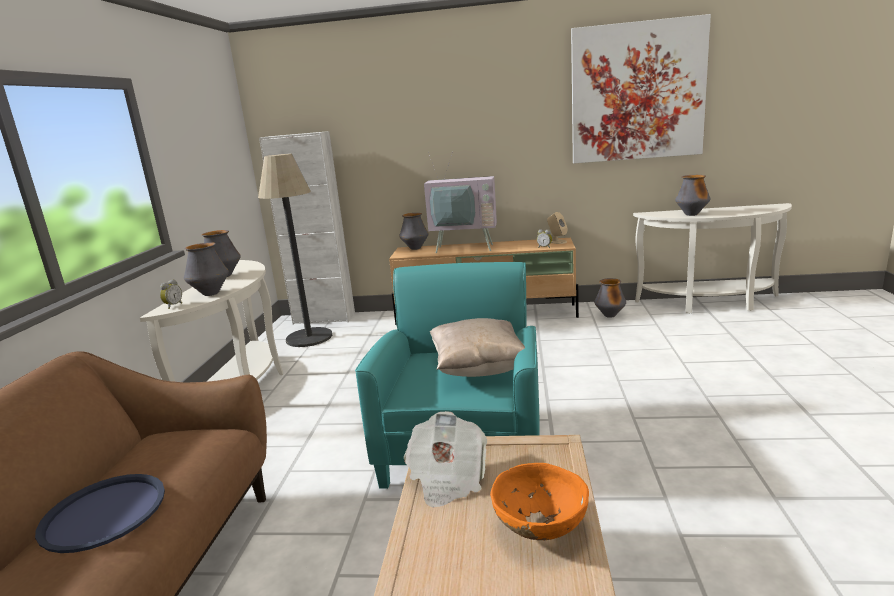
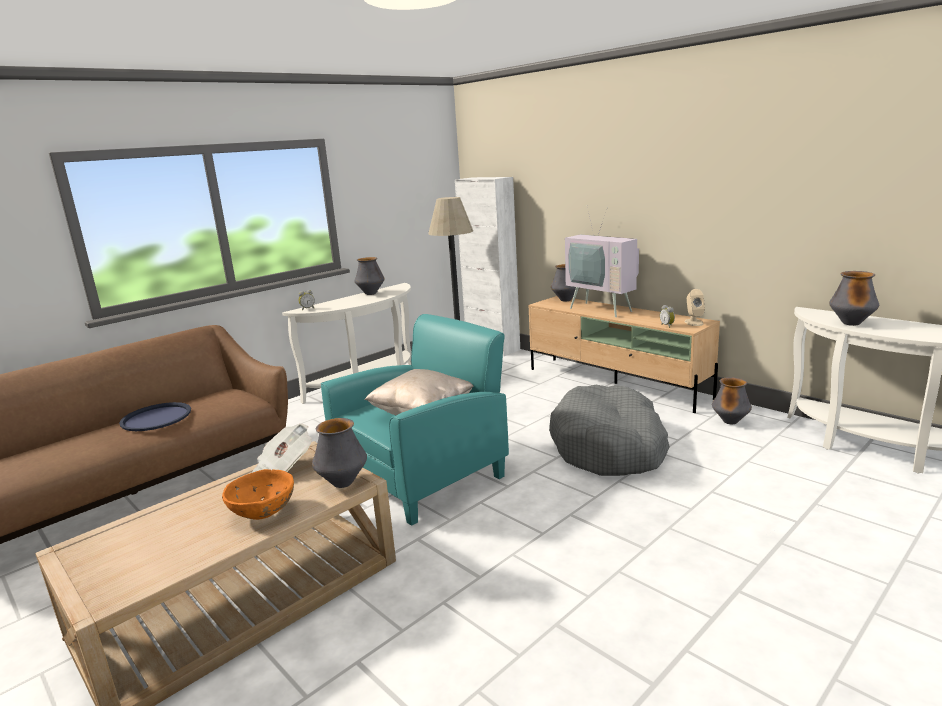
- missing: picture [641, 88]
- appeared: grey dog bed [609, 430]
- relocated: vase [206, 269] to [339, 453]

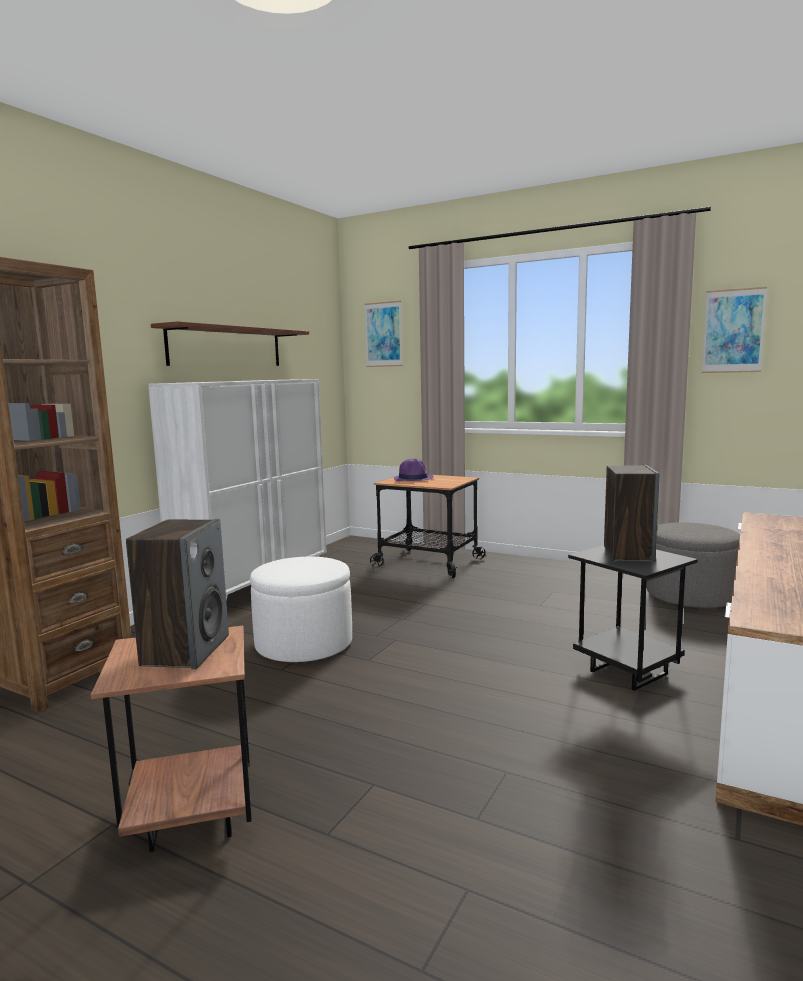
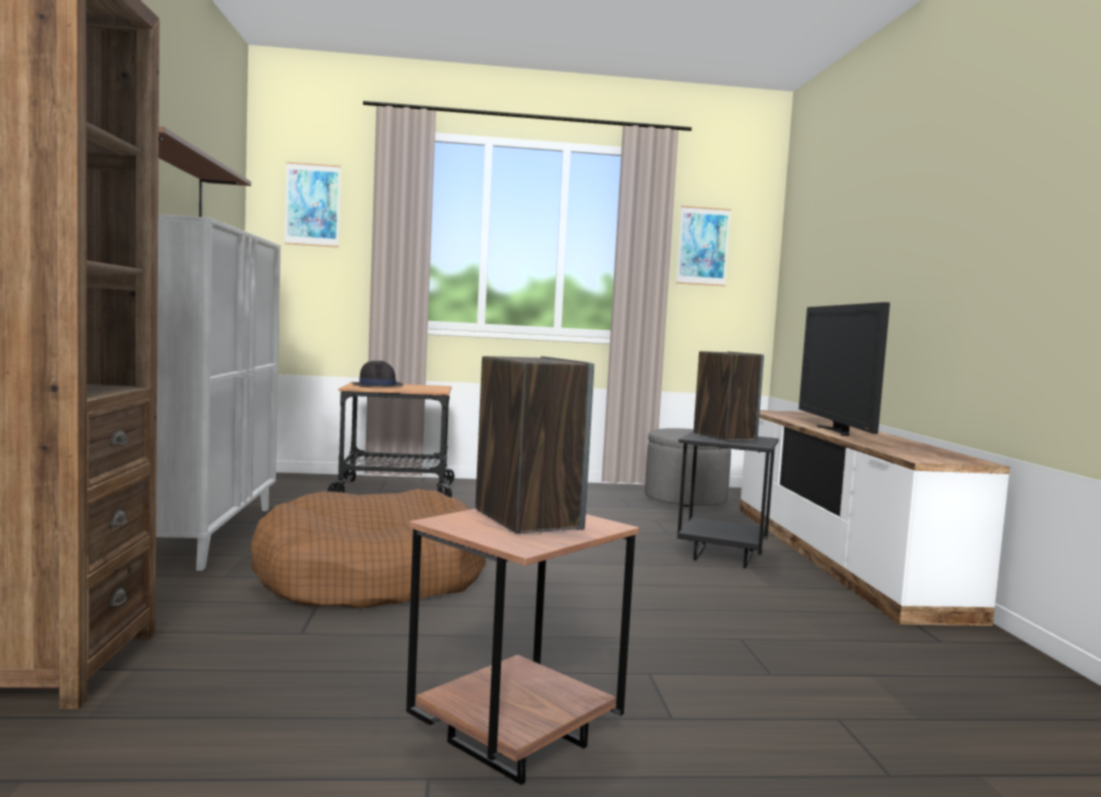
- appeared: television [844, 369]
- exchanged: white ottoman [301, 610] to brown dog bed [368, 548]
- colour: purple hat [413, 470] to black hat [377, 374]

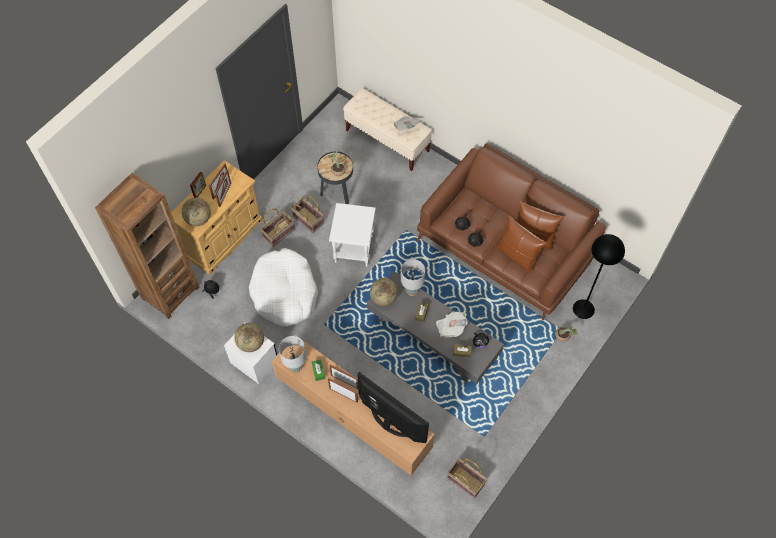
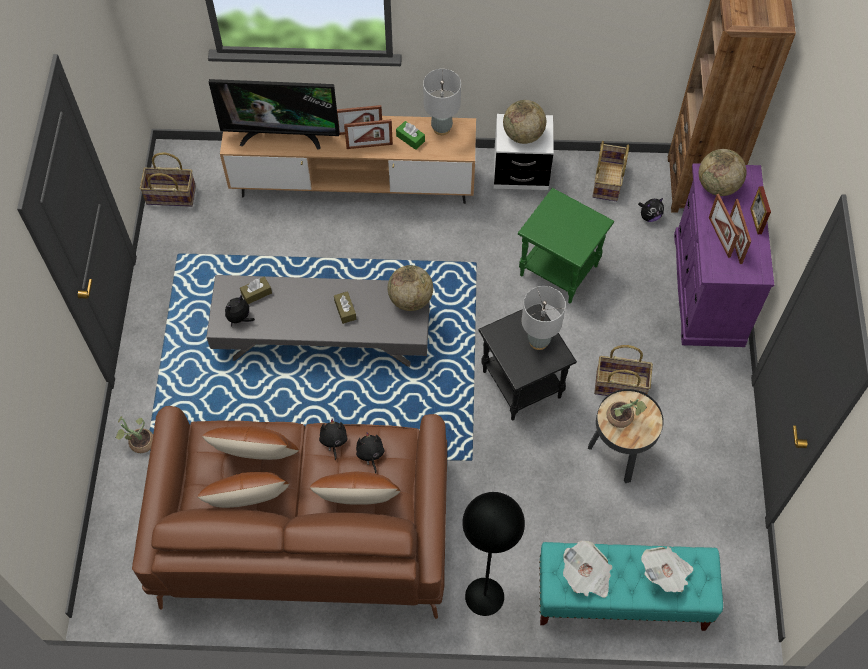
- appeared: brown pillow [355, 488]
- relocated: basket [277, 227] to [610, 171]
- relocated: grey table lamp [413, 277] to [544, 318]
- relocated: newspaper [452, 324] to [667, 569]
- relocated: black floor lamp [599, 276] to [493, 554]
- exchanged: white dog bed [283, 287] to green side table [566, 246]
- colour: beige cabinet [216, 217] to purple cabinet [724, 255]
- colour: white side table [352, 235] to black side table [527, 362]
- colour: beige bench [387, 129] to turquoise bench [631, 586]

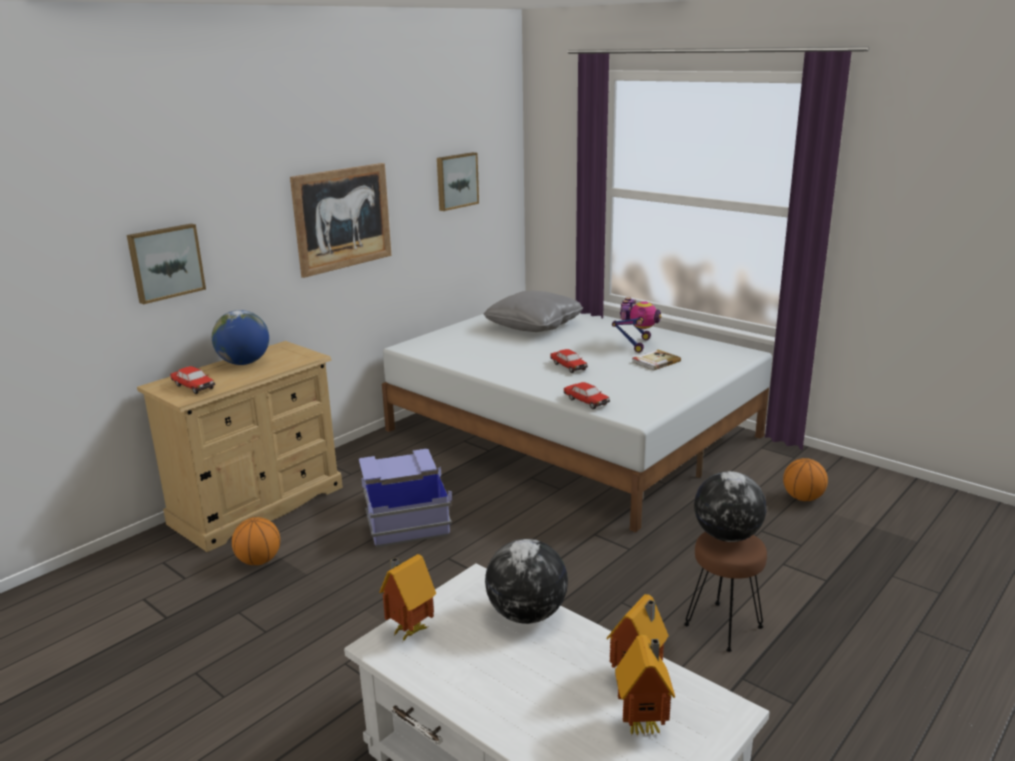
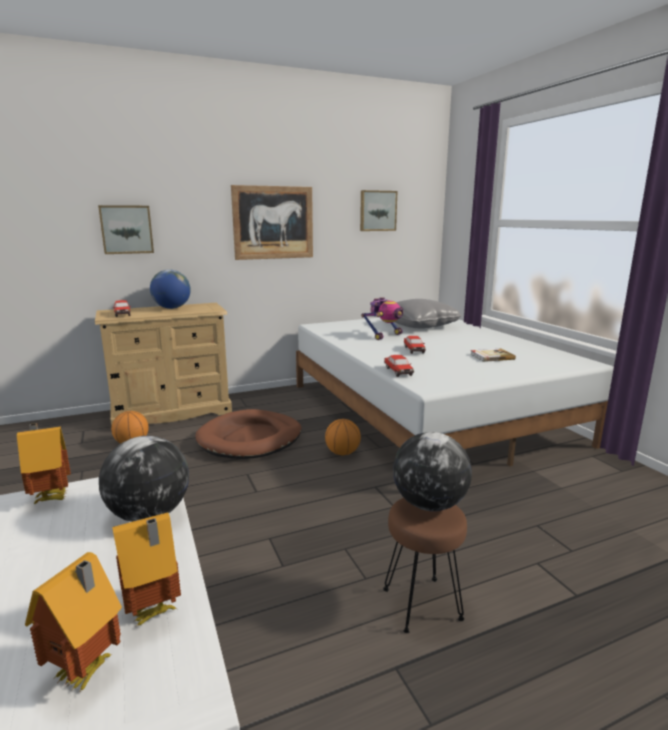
- relocated: toy robot [637, 325] to [382, 318]
- relocated: basketball [805, 479] to [343, 437]
- exchanged: blue storage box [405, 498] to brown dog bed [248, 434]

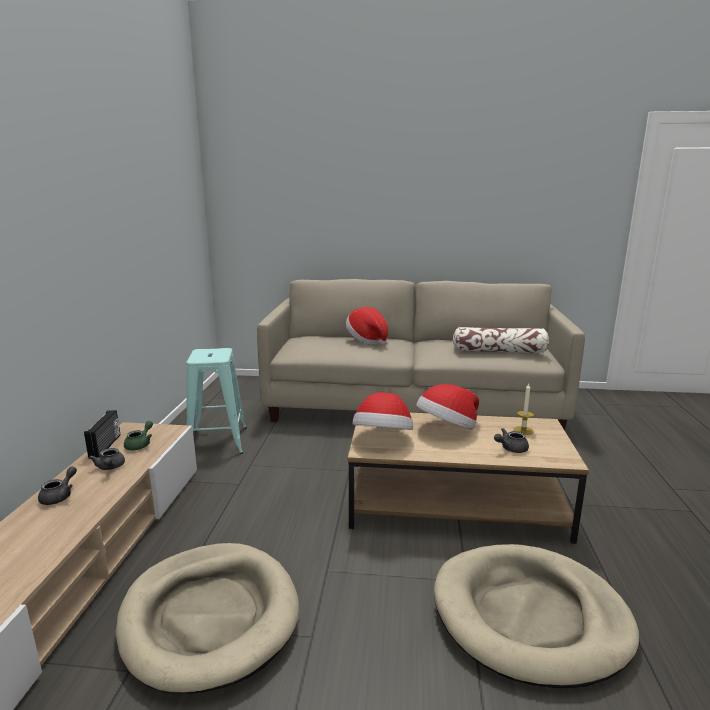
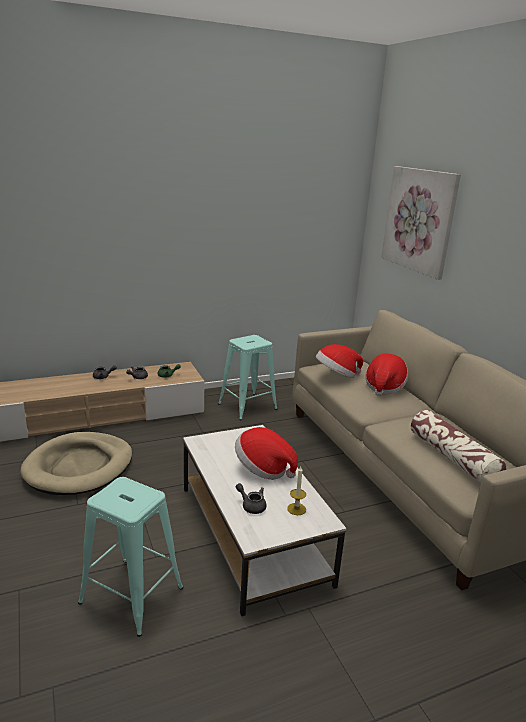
- missing: radio [102, 434]
- appeared: picture [421, 223]
- relocated: hat [382, 411] to [339, 361]
- exchanged: beige dog bed [536, 616] to turquoise stool [130, 557]
- colour: brown coffee table [468, 478] to white coffee table [265, 520]

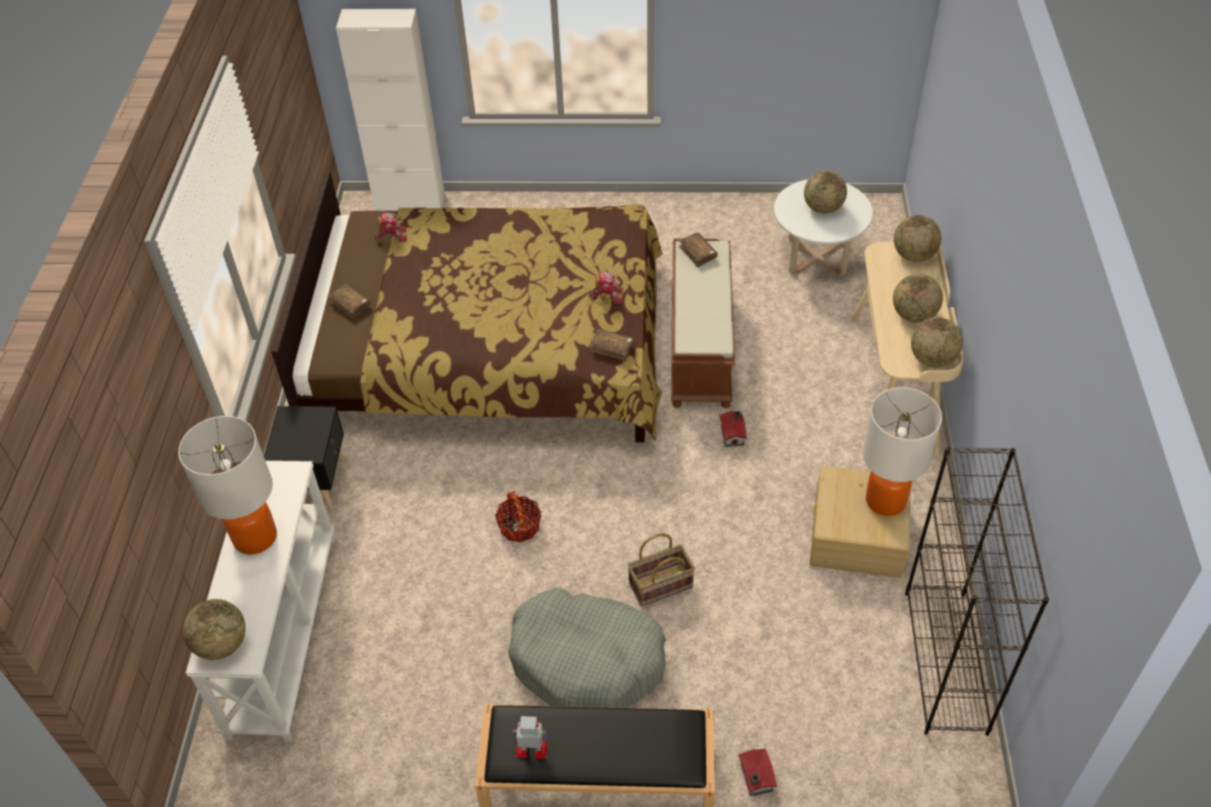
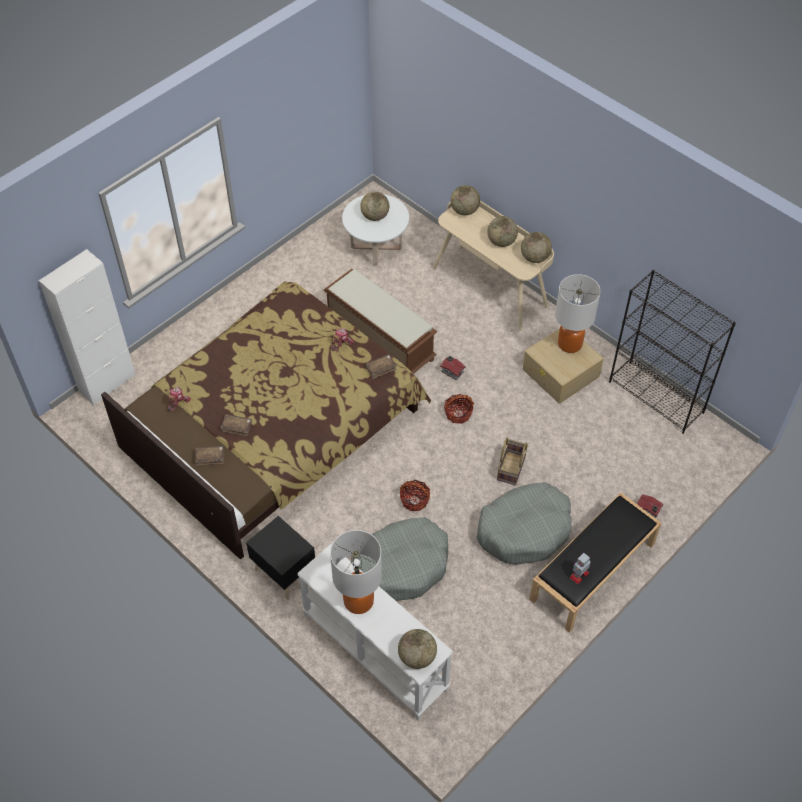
- appeared: grey dog bed [400, 559]
- appeared: basket [459, 409]
- relocated: brown book [698, 249] to [236, 425]

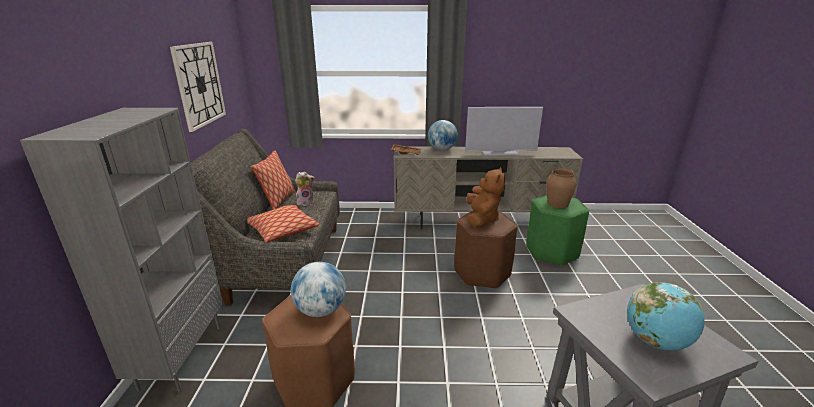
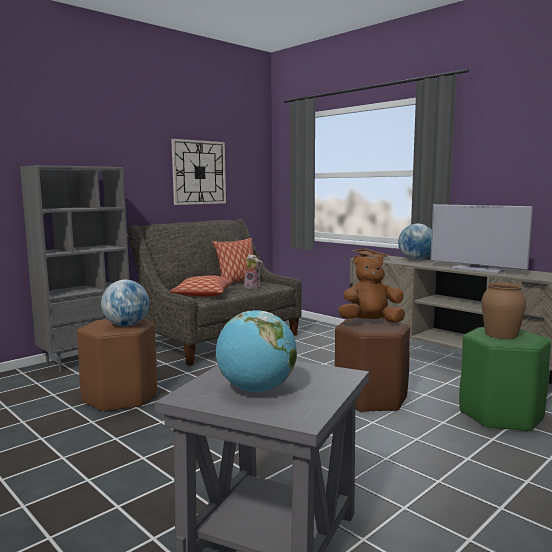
- spun: brown plush toy [485, 197] = [371, 289] 150 degrees counterclockwise

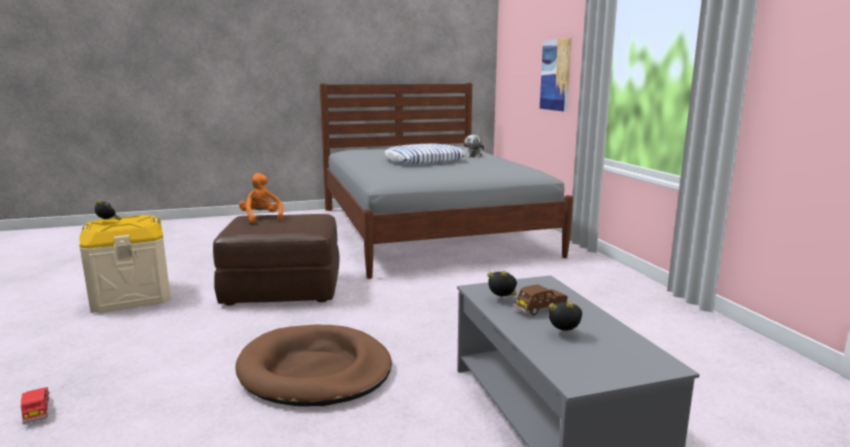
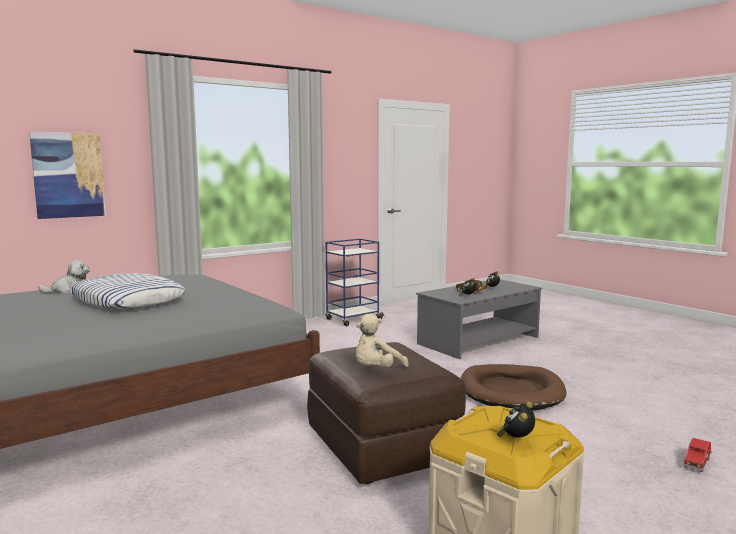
- appeared: blue cart [354, 282]
- colour: orange plush toy [261, 198] to beige plush toy [382, 340]

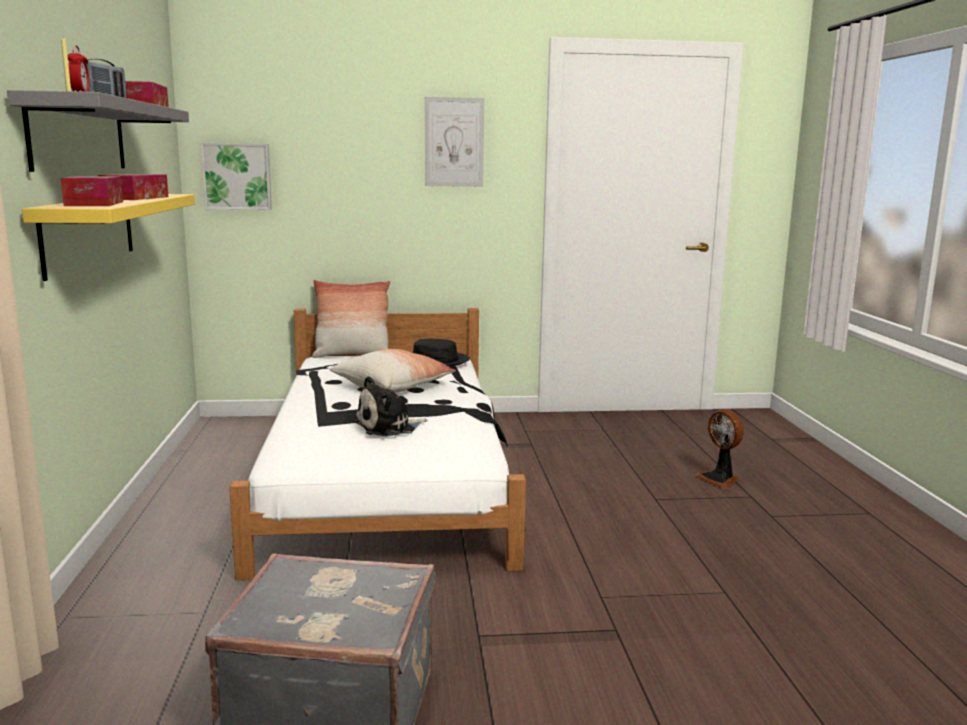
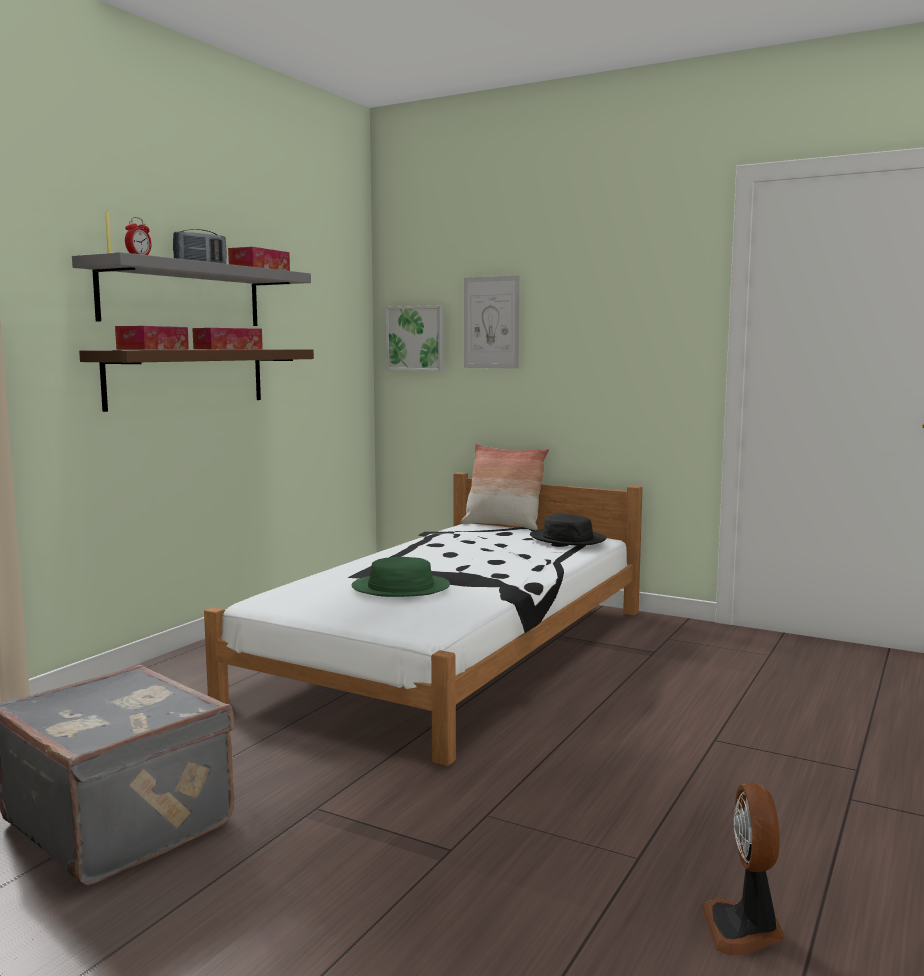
- missing: pillow [393, 371]
- relocated: picture [454, 142] to [492, 322]
- relocated: fan [719, 449] to [743, 869]
- exchanged: plush toy [390, 406] to green hat [401, 577]
- colour: yellow shelf [108, 237] to brown shelf [196, 380]

